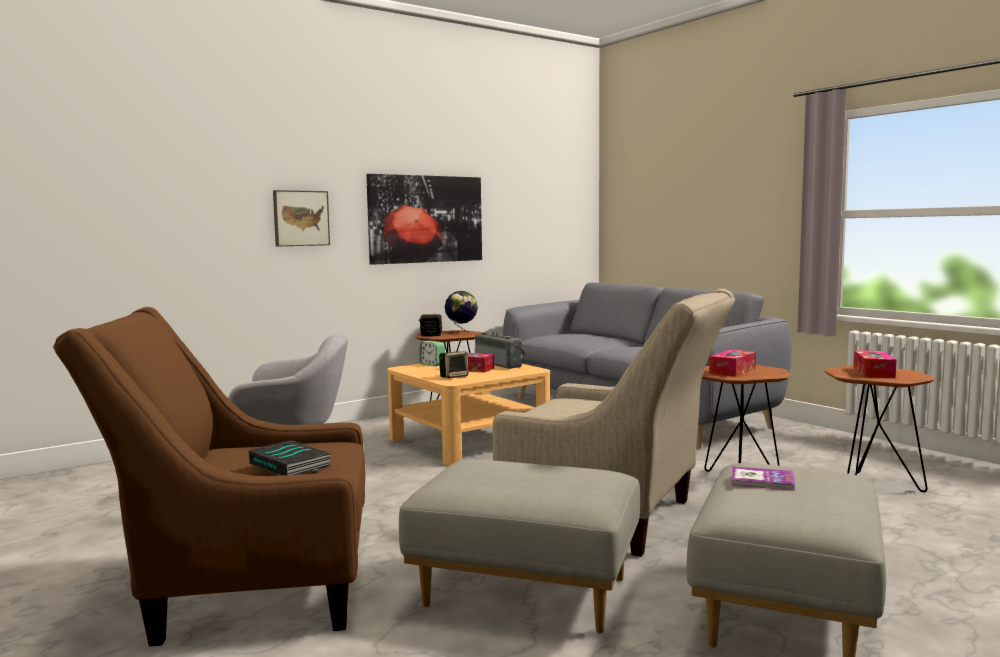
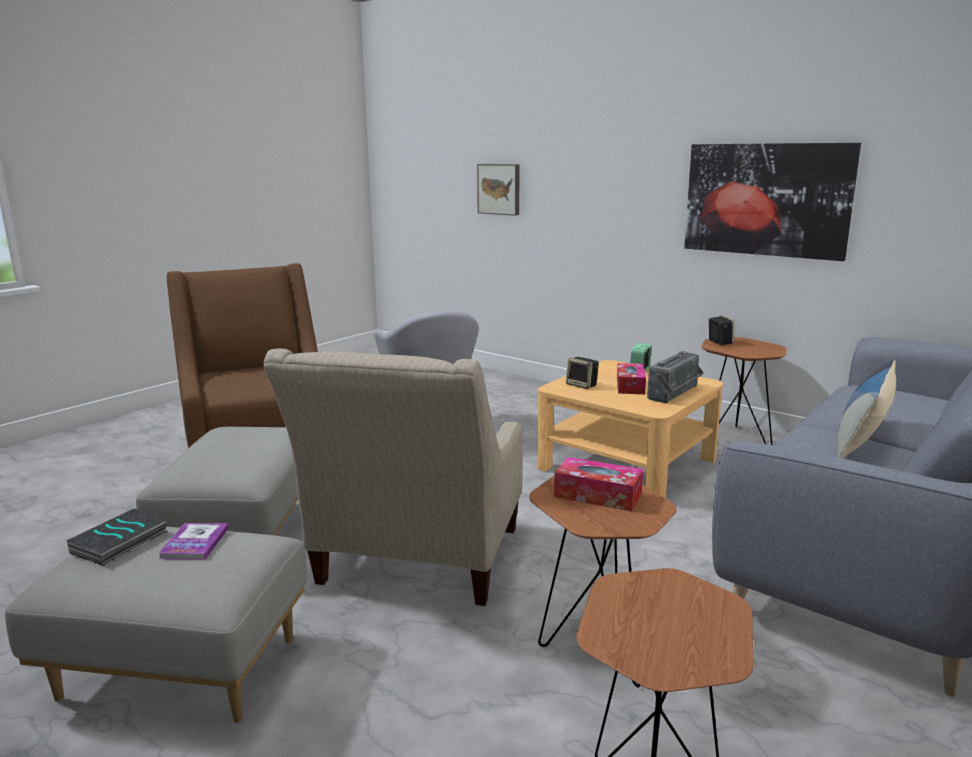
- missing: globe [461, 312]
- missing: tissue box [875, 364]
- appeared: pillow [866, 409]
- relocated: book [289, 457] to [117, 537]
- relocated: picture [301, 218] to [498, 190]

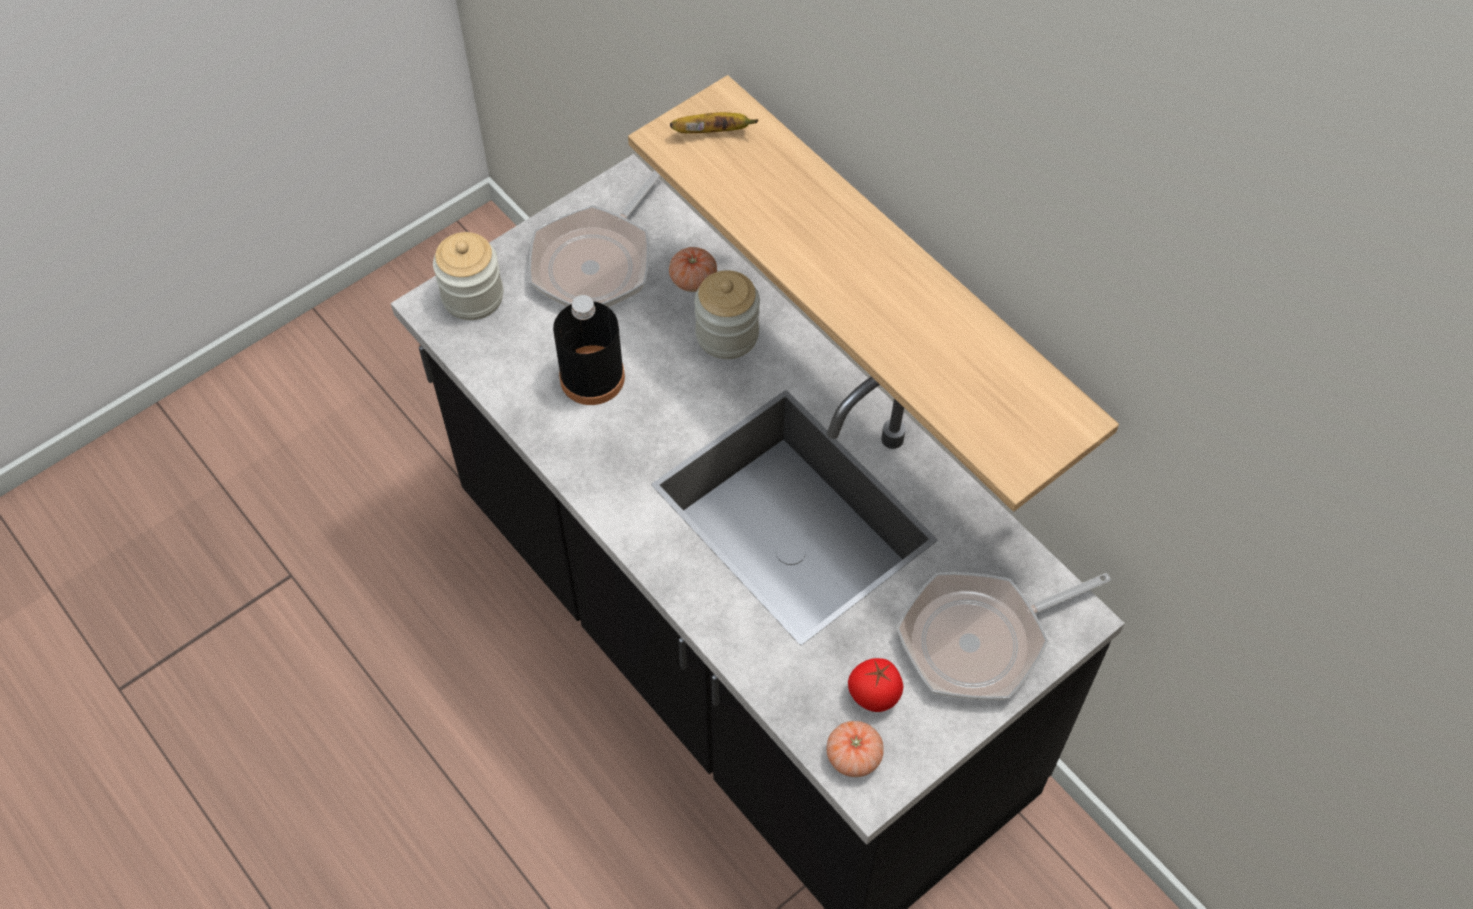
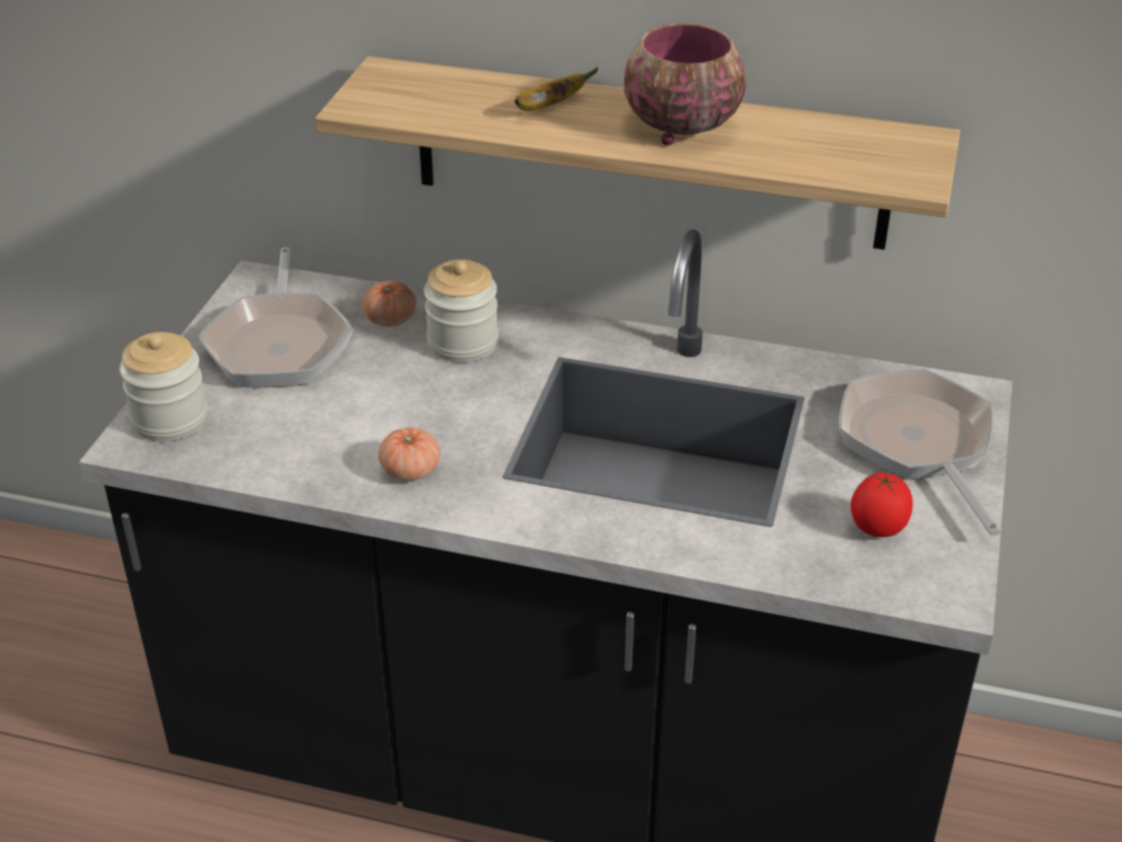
- missing: black bottle [589, 350]
- appeared: bowl [685, 84]
- relocated: banana [714, 123] to [556, 89]
- relocated: tomato [855, 749] to [409, 454]
- spun: frying pan [1003, 636] = [920, 452] 135 degrees clockwise

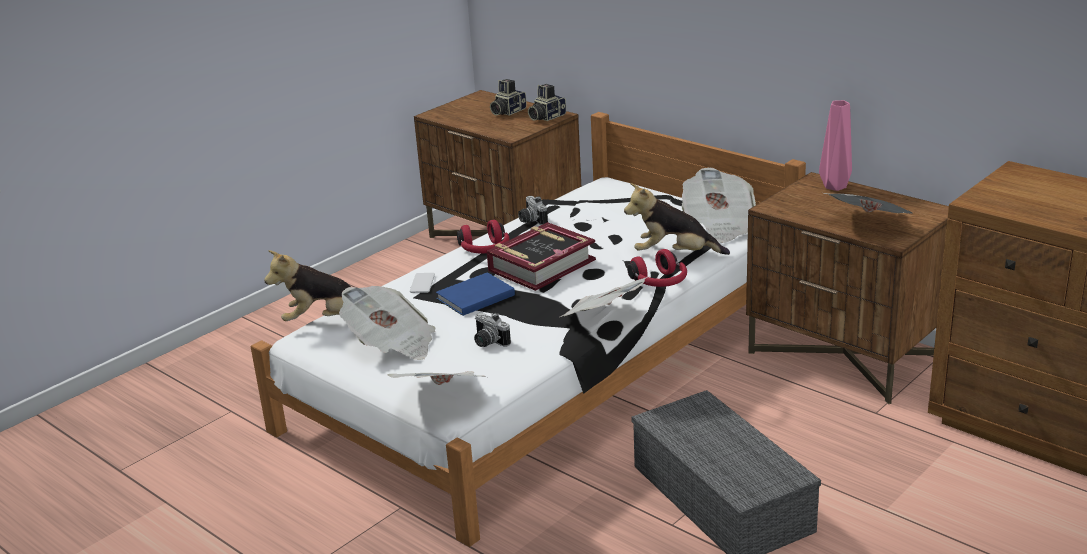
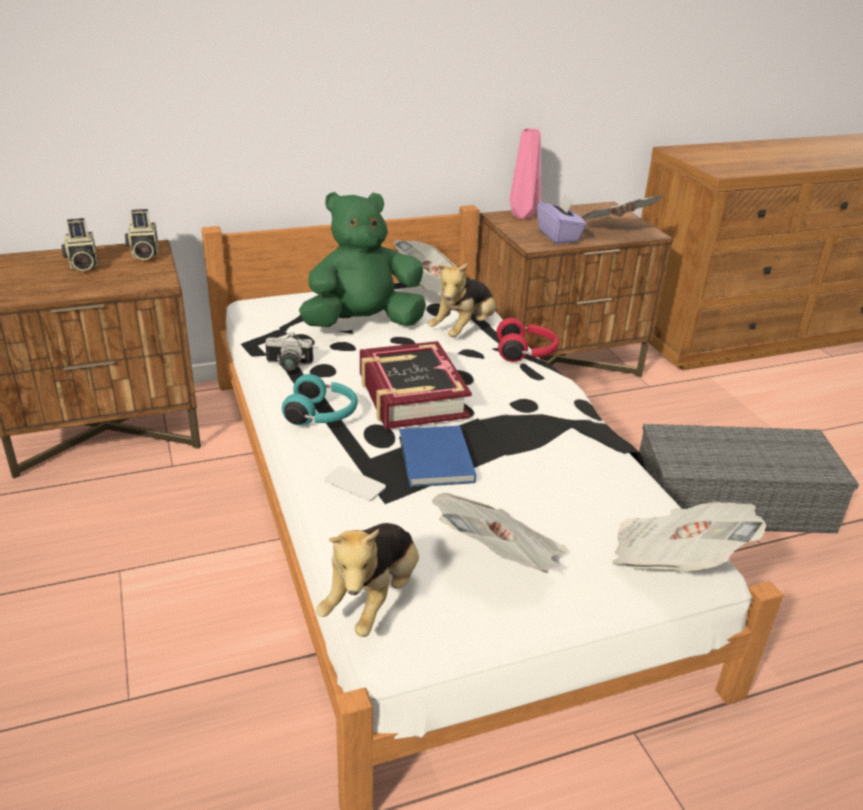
- missing: photo camera [492, 330]
- missing: newspaper [605, 296]
- appeared: green plush toy [362, 259]
- appeared: purple tissue box [562, 219]
- colour: red headphones [483, 237] to turquoise headphones [320, 400]

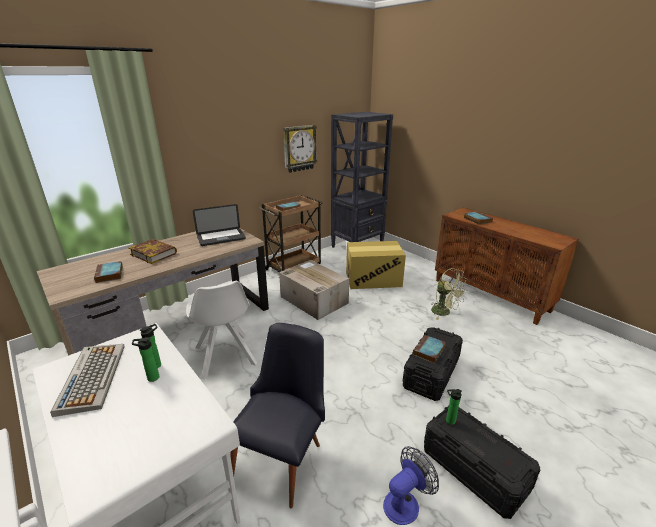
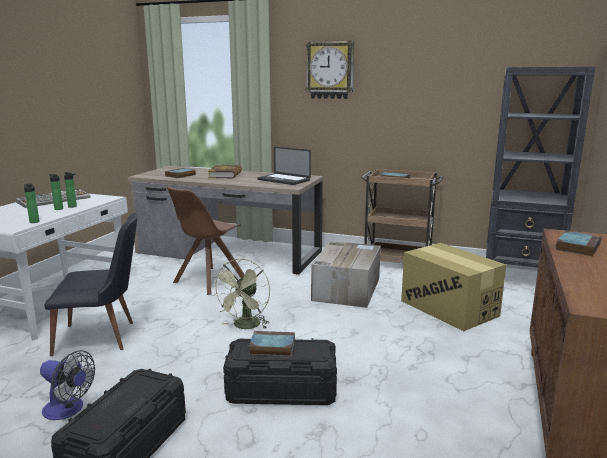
- relocated: wall clock [300, 149] to [330, 70]
- relocated: green fan [449, 294] to [240, 294]
- relocated: bottle [454, 407] to [31, 203]
- colour: white chair [221, 330] to brown chair [206, 240]

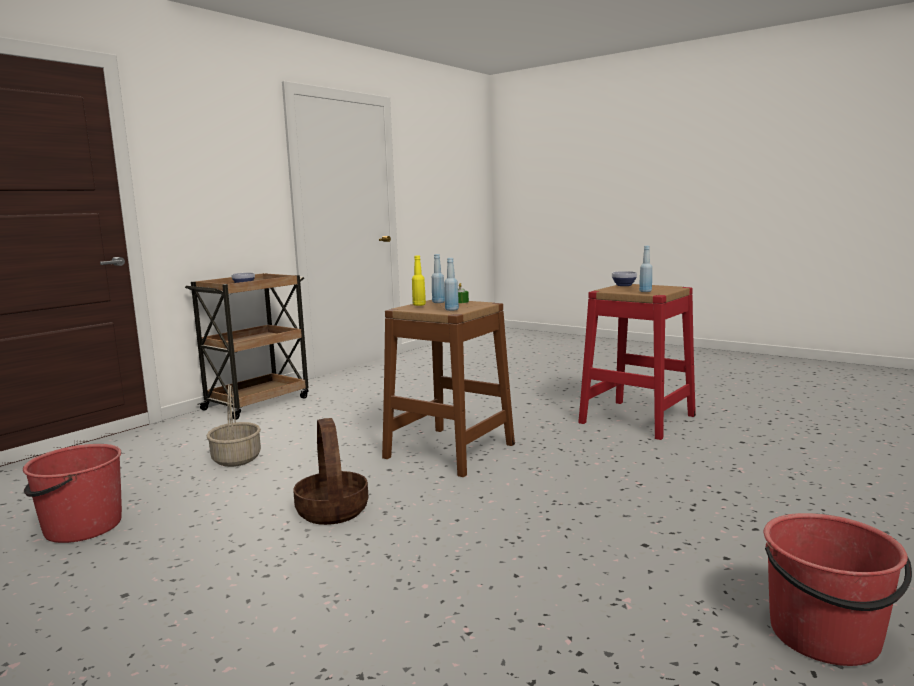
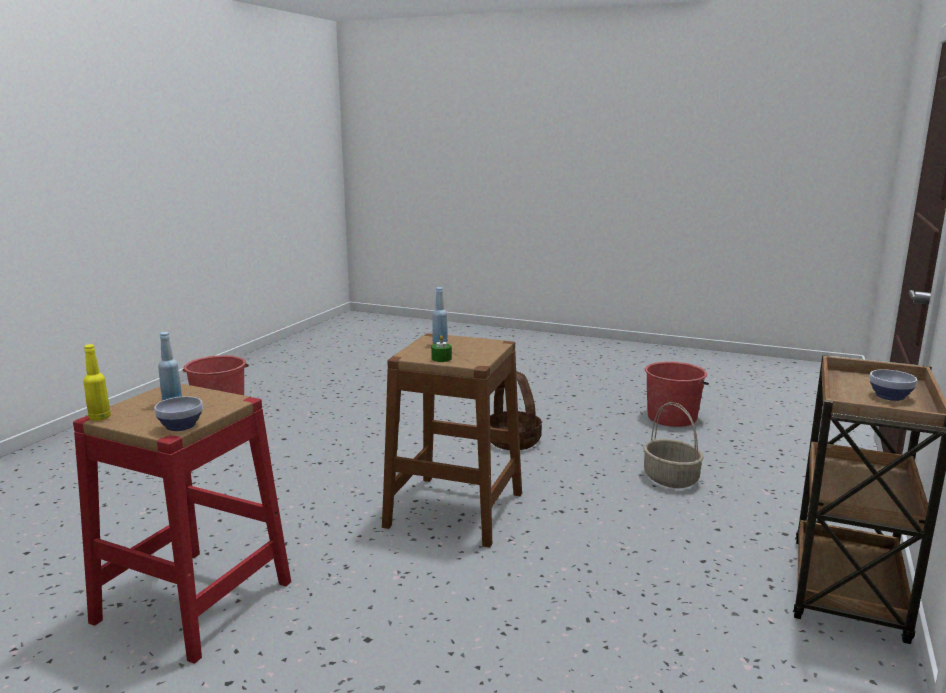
- missing: blue bottle [438, 278]
- relocated: yellow bottle [419, 280] to [97, 382]

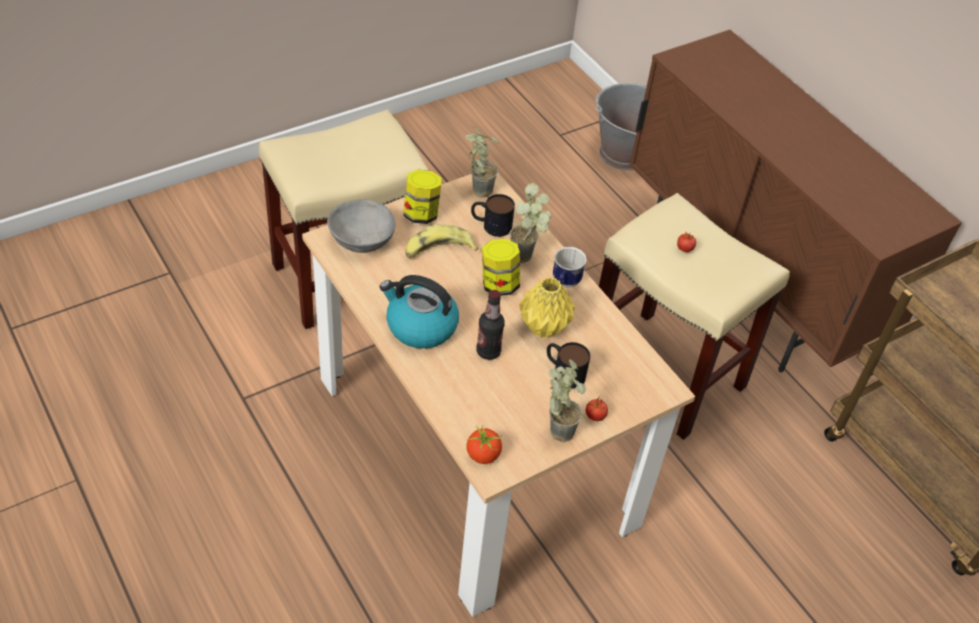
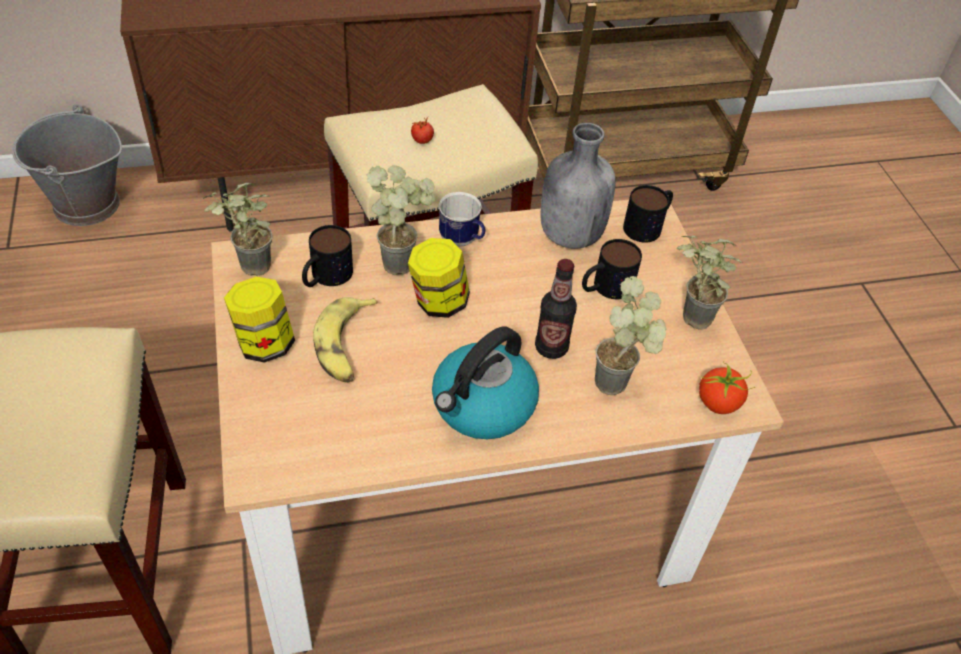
- missing: grey bowl [361, 226]
- missing: yellow vase [547, 307]
- missing: tomato [597, 409]
- appeared: grey bottle [578, 186]
- appeared: potted plant [631, 335]
- appeared: mug [648, 214]

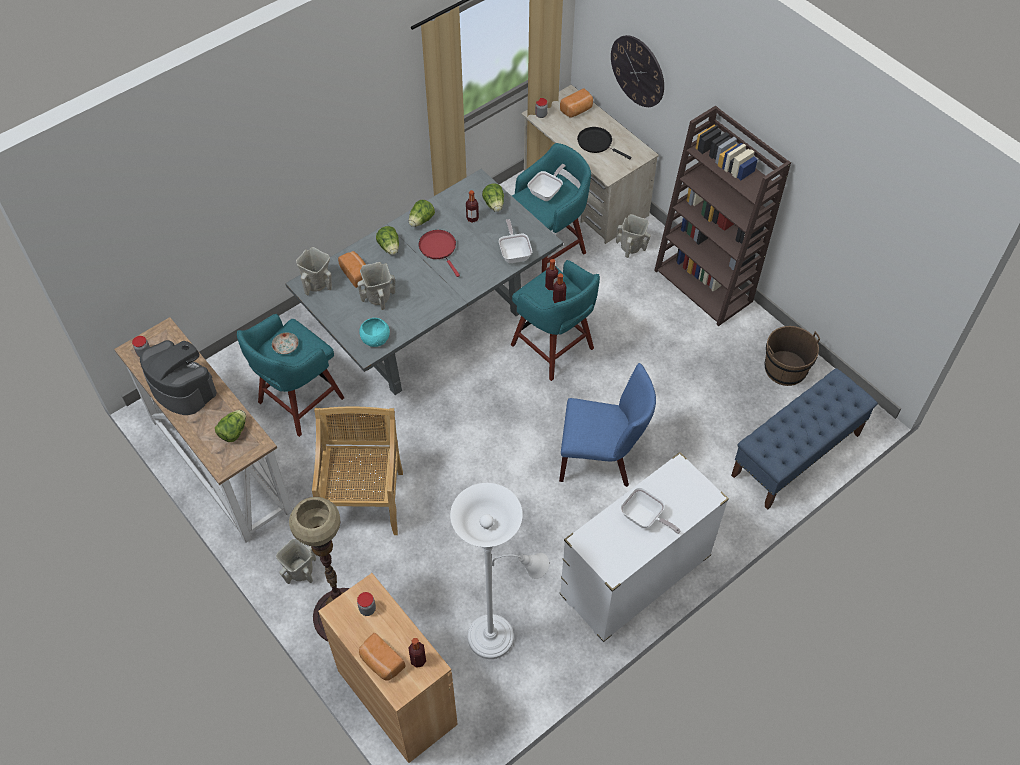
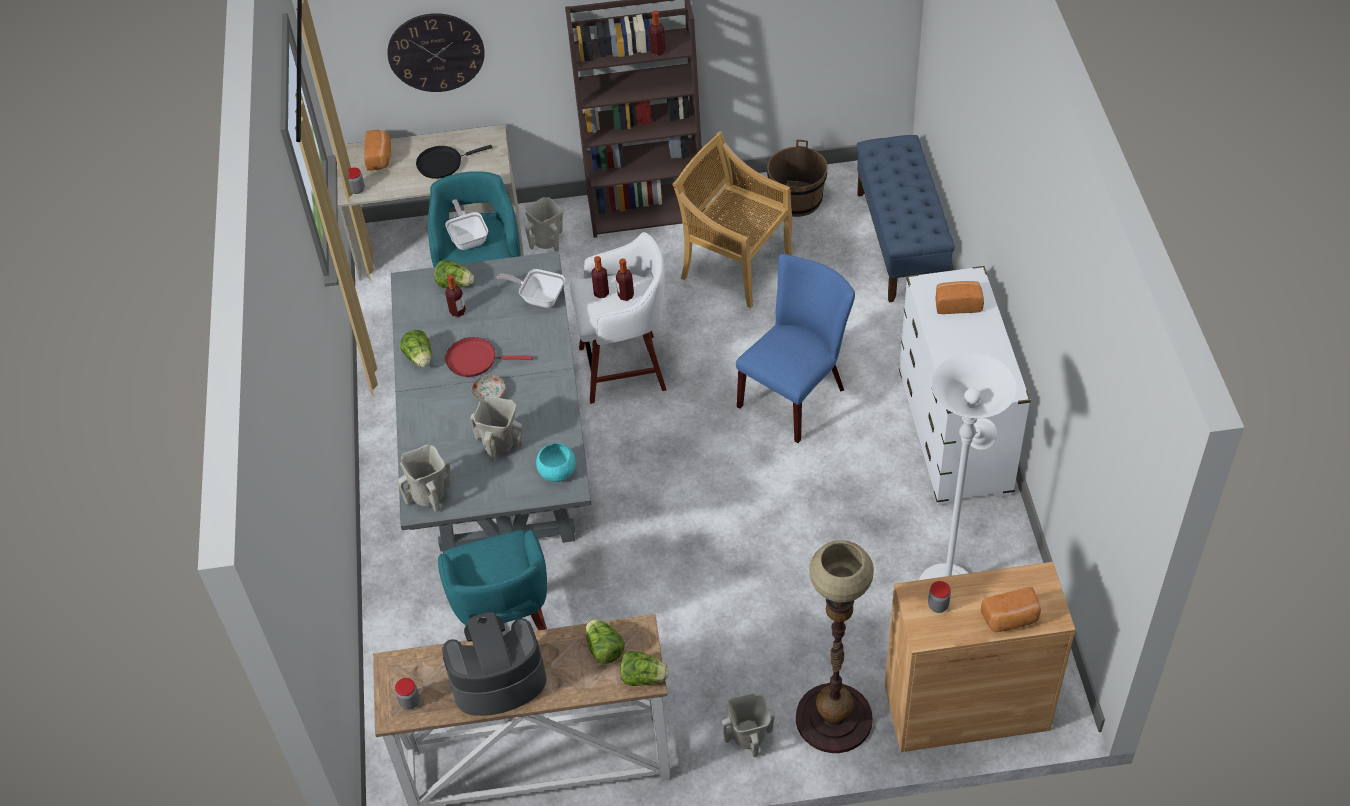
- missing: frying pan [651, 511]
- relocated: plate [285, 343] to [488, 388]
- relocated: beige chair [357, 471] to [732, 220]
- relocated: bread [352, 269] to [959, 297]
- relocated: lettuce [387, 240] to [644, 668]
- relocated: bottle [417, 653] to [657, 33]
- colour: turquoise stool [555, 320] to white stool [618, 318]

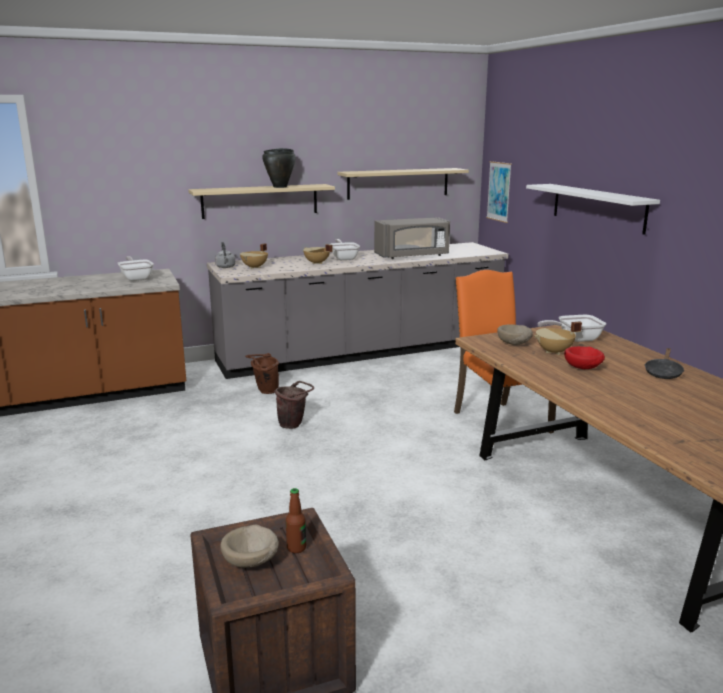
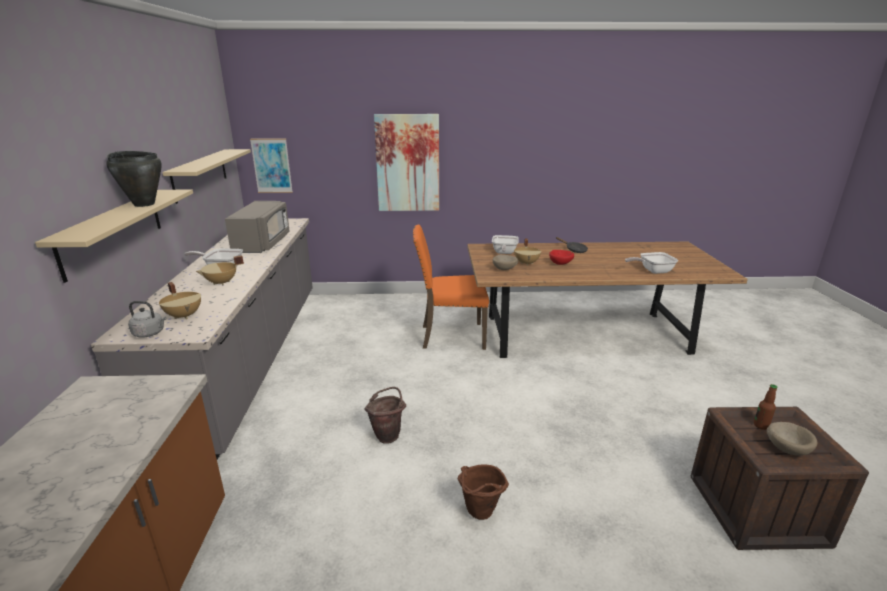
- relocated: frying pan [136, 268] to [651, 263]
- relocated: brown bucket [262, 373] to [483, 492]
- exchanged: white shelf [593, 209] to picture [406, 162]

